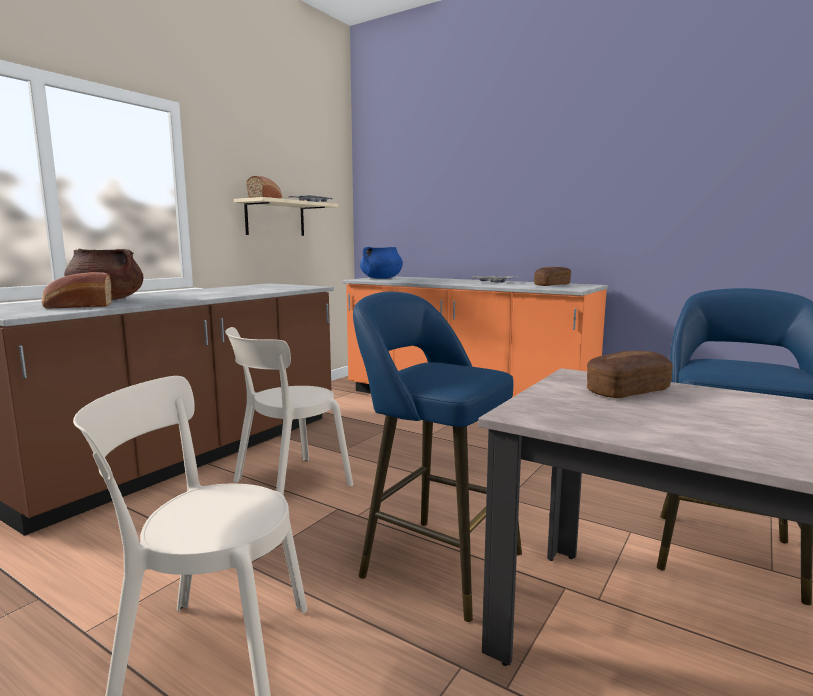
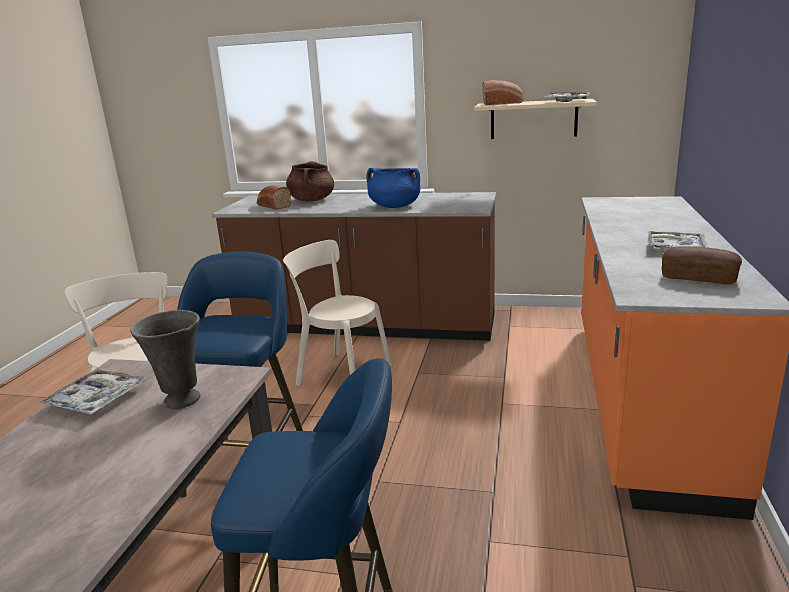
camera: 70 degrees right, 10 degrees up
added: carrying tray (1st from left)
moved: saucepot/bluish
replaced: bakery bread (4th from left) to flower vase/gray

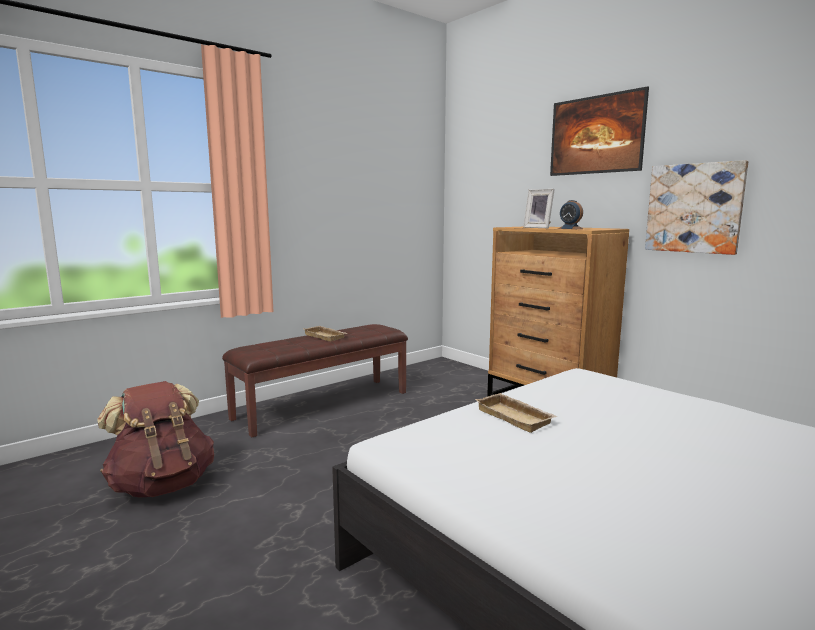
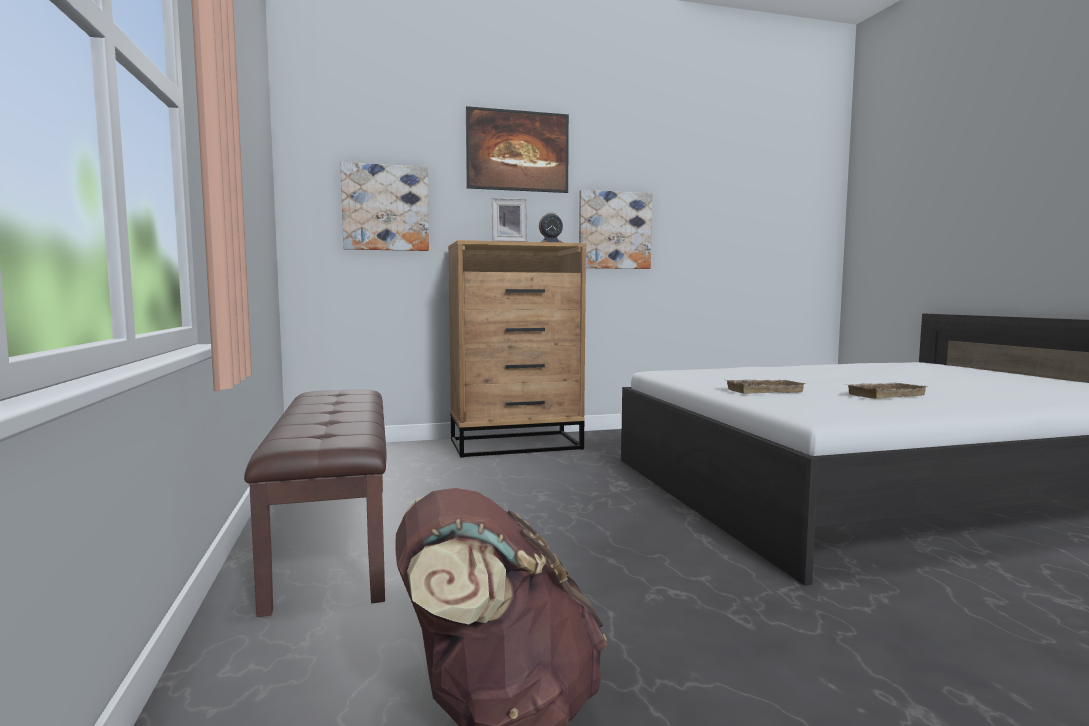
camera: 65 degrees left, 5 degrees down
added: picture (1st from left)
moved: carrying tray/sand-coloured (1st from left in the first image) to carrying tray/sand-coloured (2nd from left)

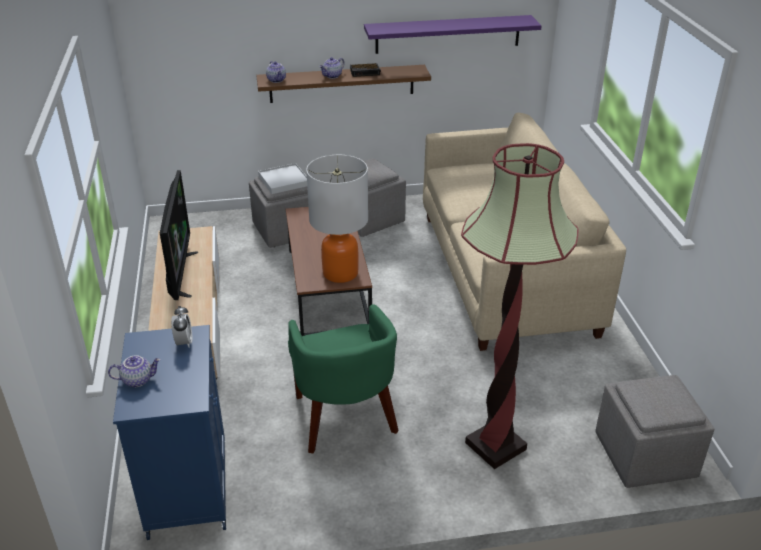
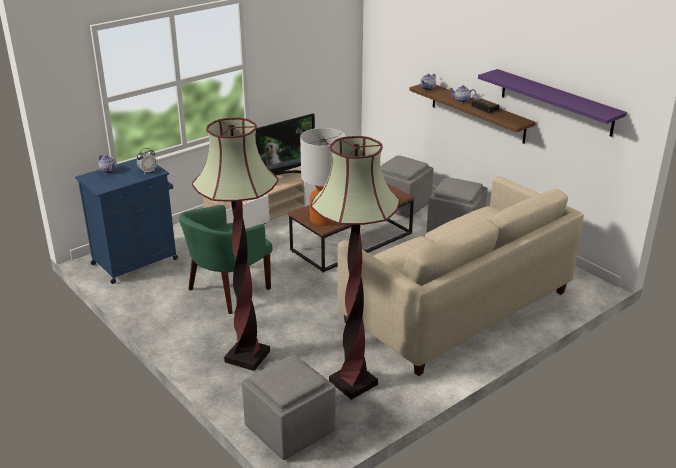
camera: 60 degrees right, 5 degrees down
removed: carrying tray/white
added: standing lamp (2nd from left)

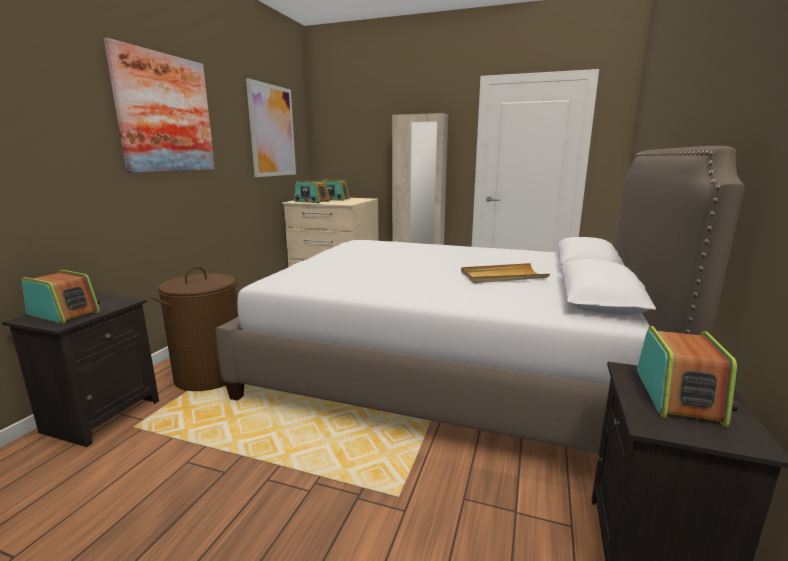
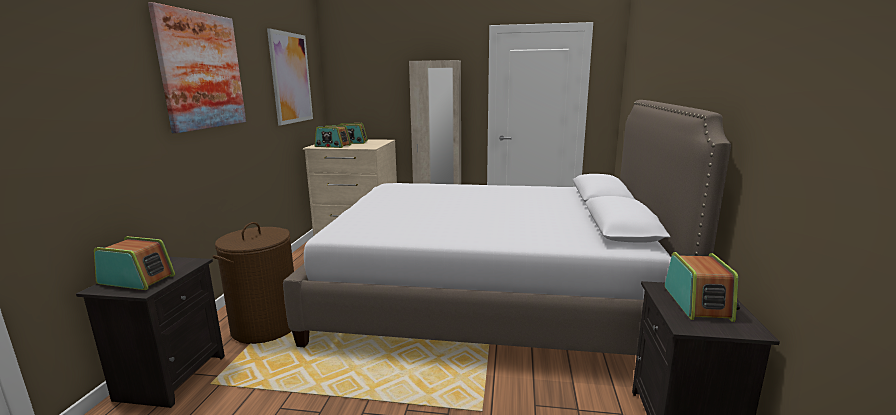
camera: 10 degrees left, 0 degrees up
removed: carrying tray/sand-coloured

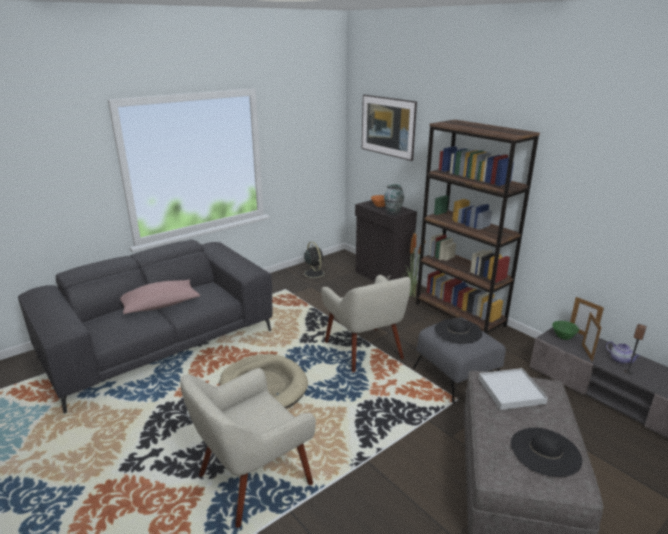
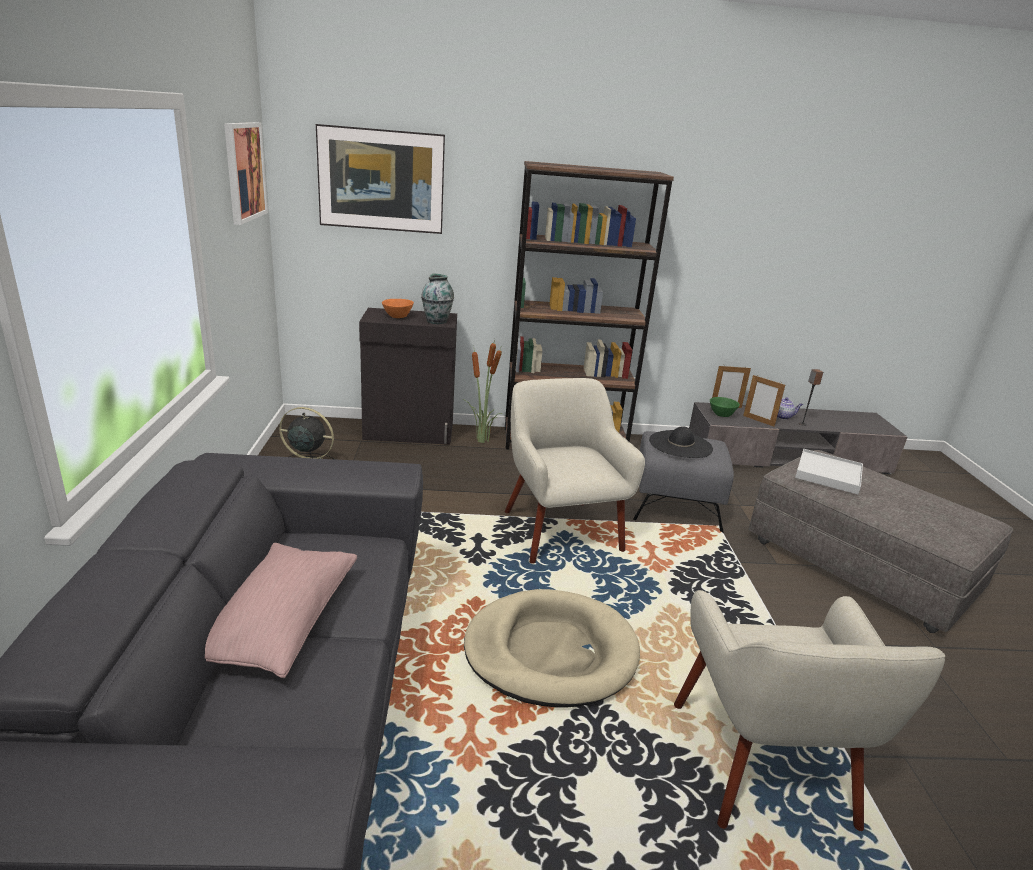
camera: 55 degrees left, 0 degrees up
removed: wearable hat/black (2nd from left)
added: picture (1st from left)
turned: armchair/sand-coloured (2nd from left in the first image) 120 degrees counterclockwise

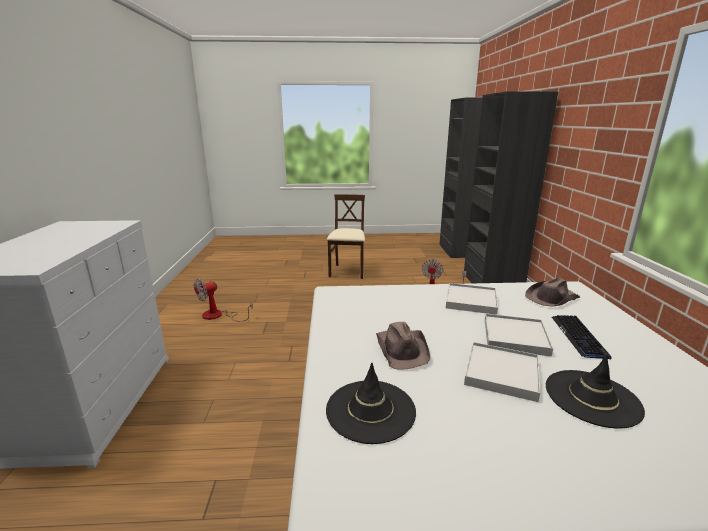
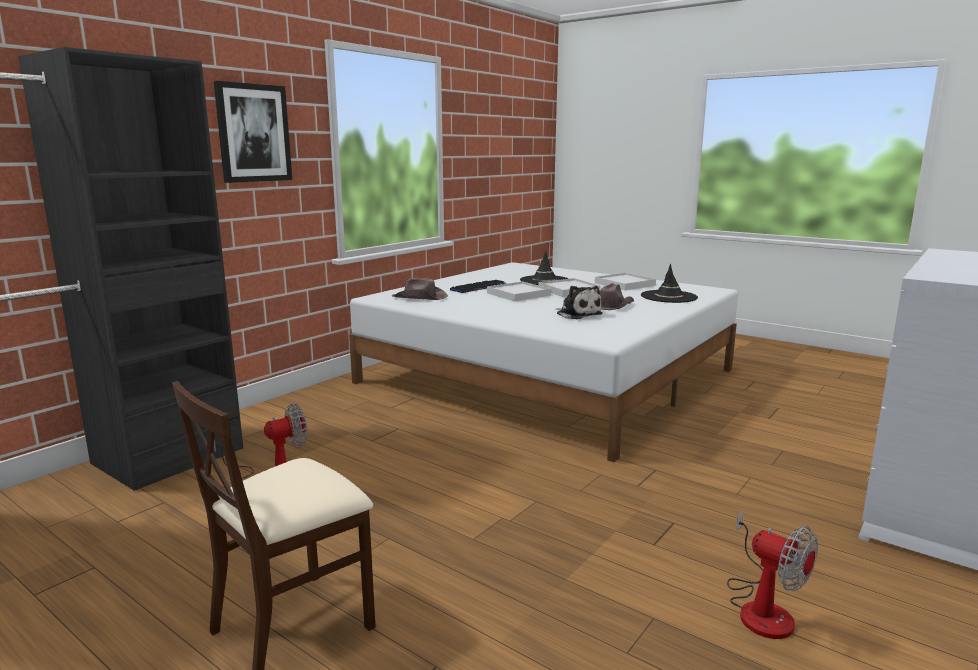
camera: 140 degrees left, 5 degrees down
added: picture; cuddly toy
moved: carrying tray/white (1st from left in the first image) to carrying tray/white (3rd from left)
turned: fan (1st from left in the first image) 45 degrees clockwise

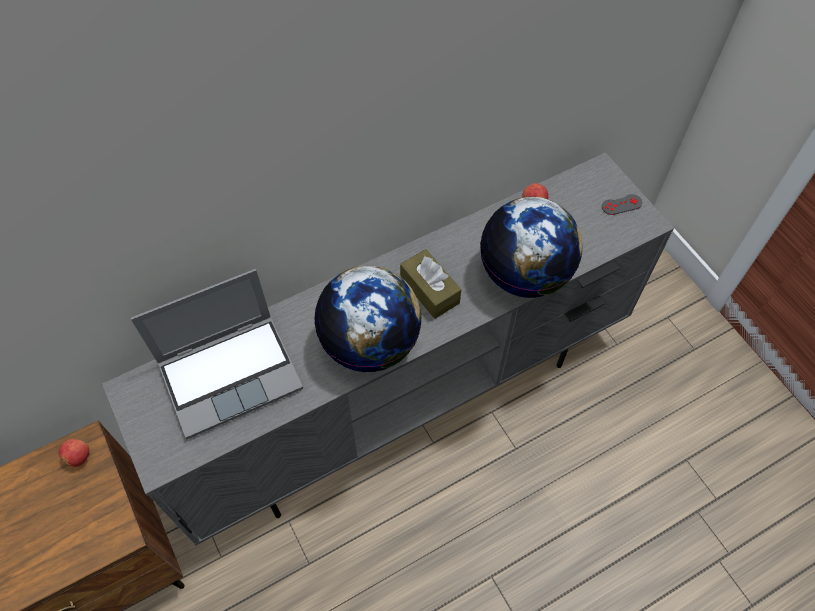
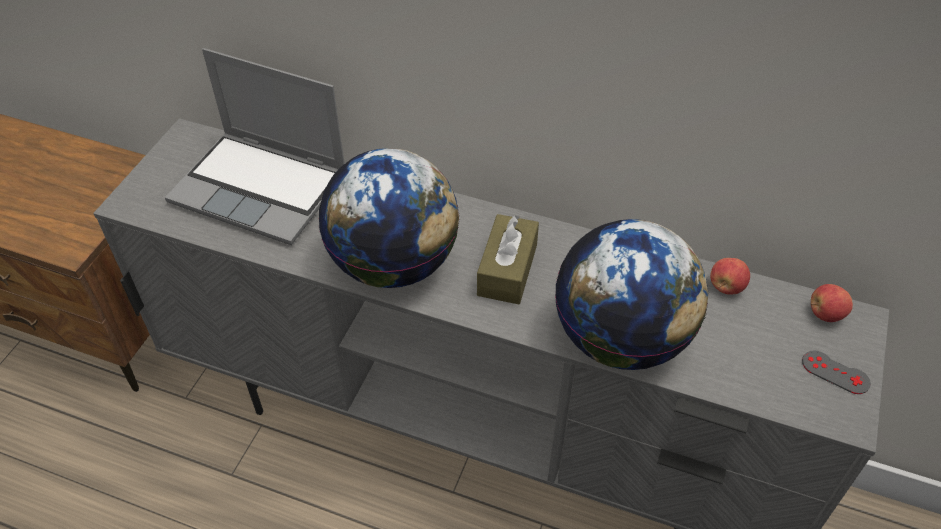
camera: 50 degrees right, 10 degrees down
moved: whole apple (1st from left in the first image) to whole apple (2nd from left)

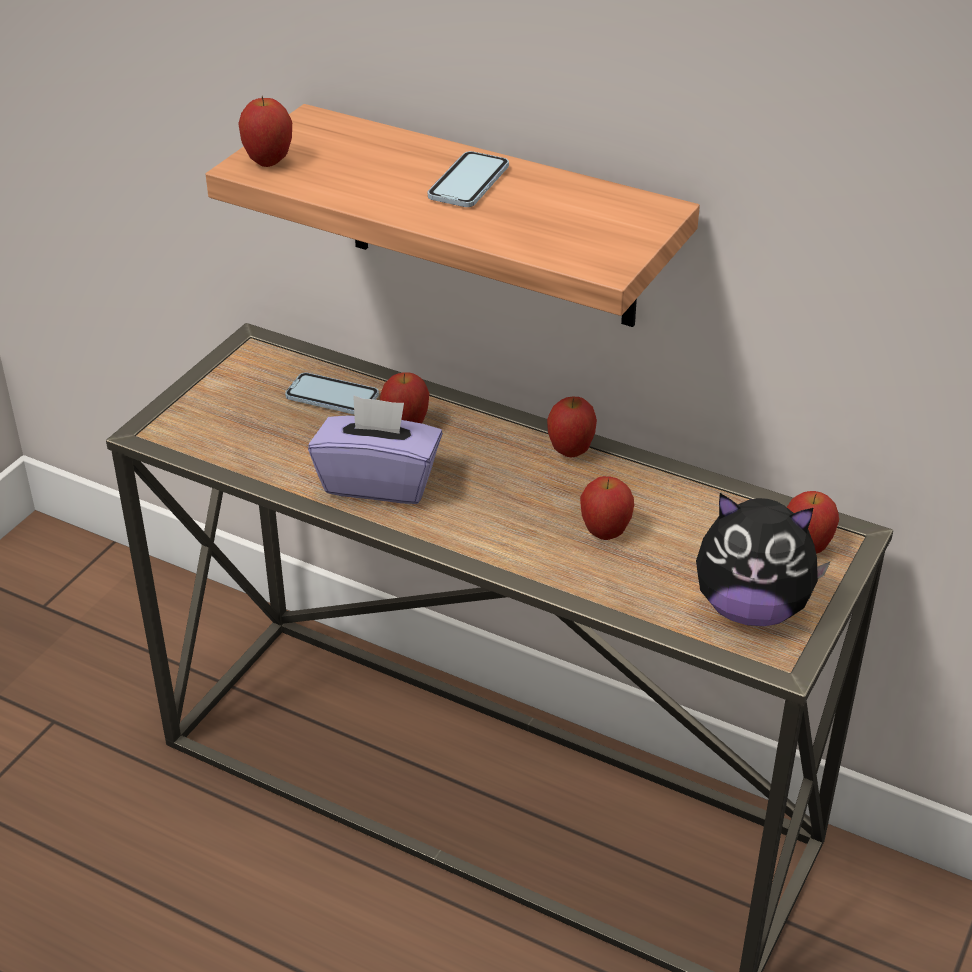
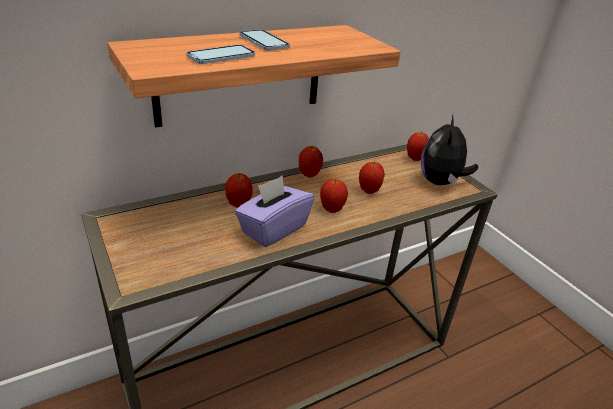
camera: 60 degrees left, 5 degrees down
moved: whole apple (1st from left in the first image) to whole apple (3rd from left); handset (1st from left)
turned: cuddly toy 150 degrees clockwise

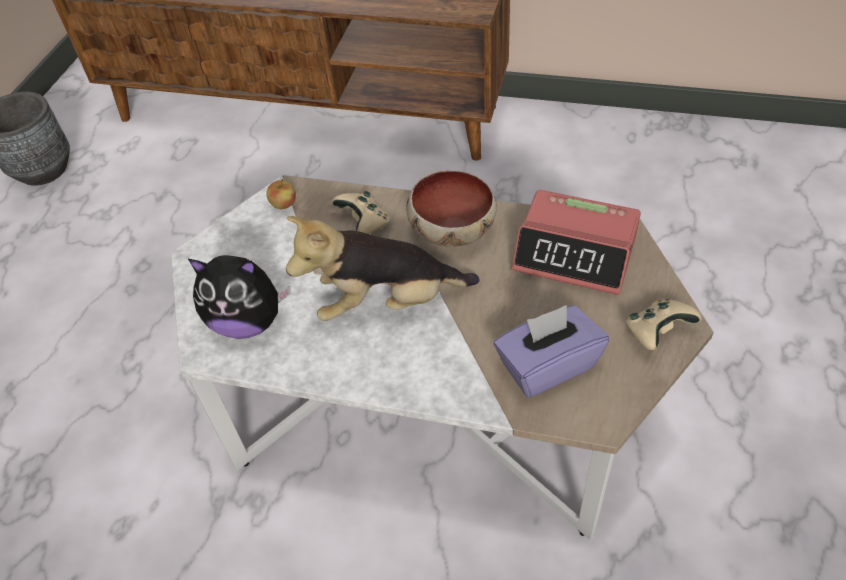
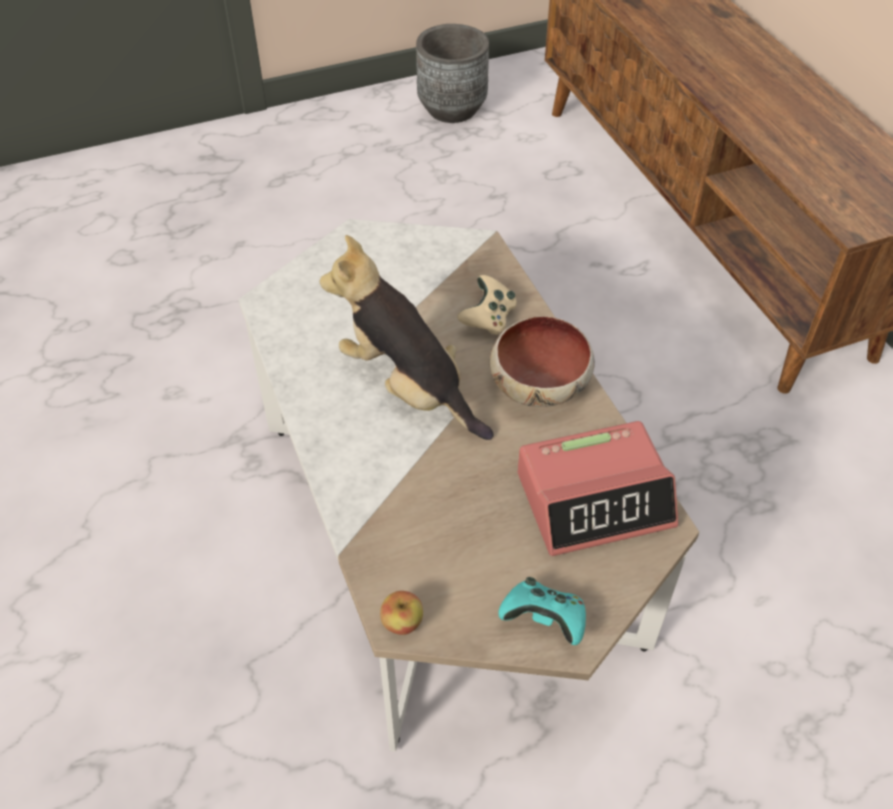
camera: 50 degrees right, 0 degrees up
removed: cuddly toy (1st from left); box of tissues/purplish
moved: whole apple
recoloured: gamepad/sand-coloured (2nd from left) to gamepad/turquoise-coloured
turned: table clock 90 degrees counterclockwise

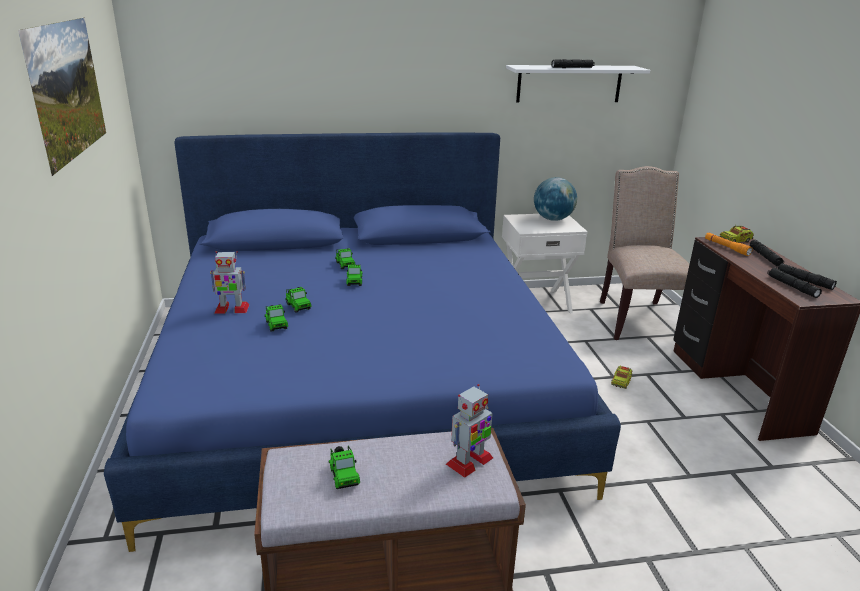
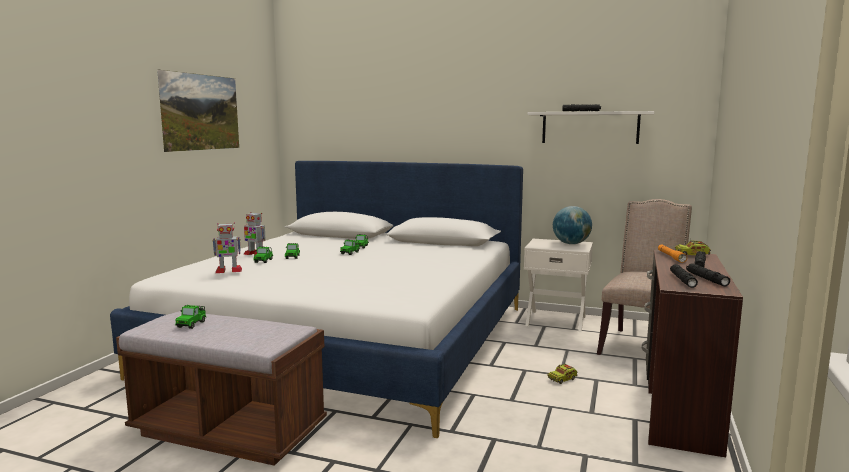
camera: 30 degrees right, 15 degrees down
moved: toy robot (2nd from left in the first image) to toy robot (1st from left)
recoloured: bed/bluish to bed/white

